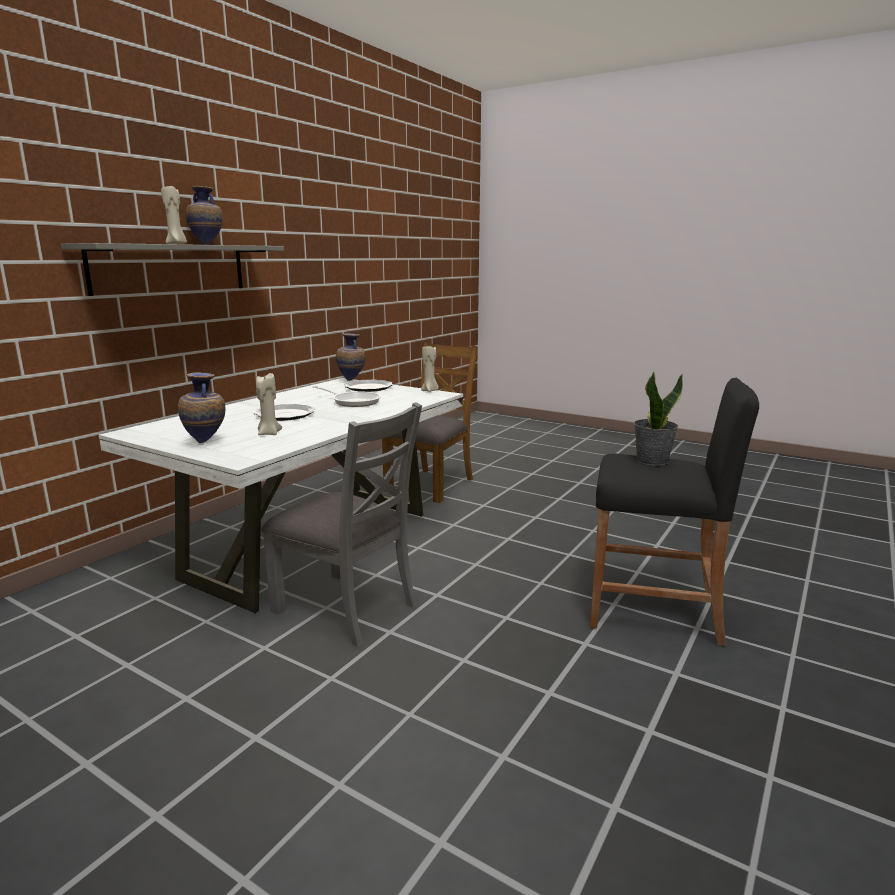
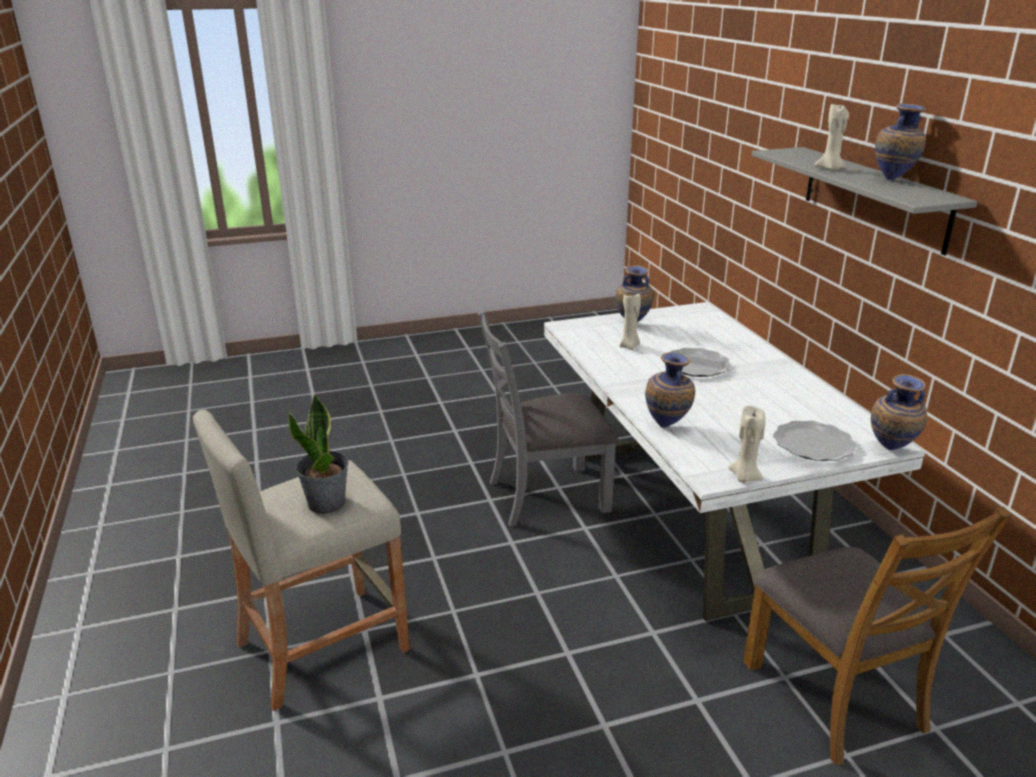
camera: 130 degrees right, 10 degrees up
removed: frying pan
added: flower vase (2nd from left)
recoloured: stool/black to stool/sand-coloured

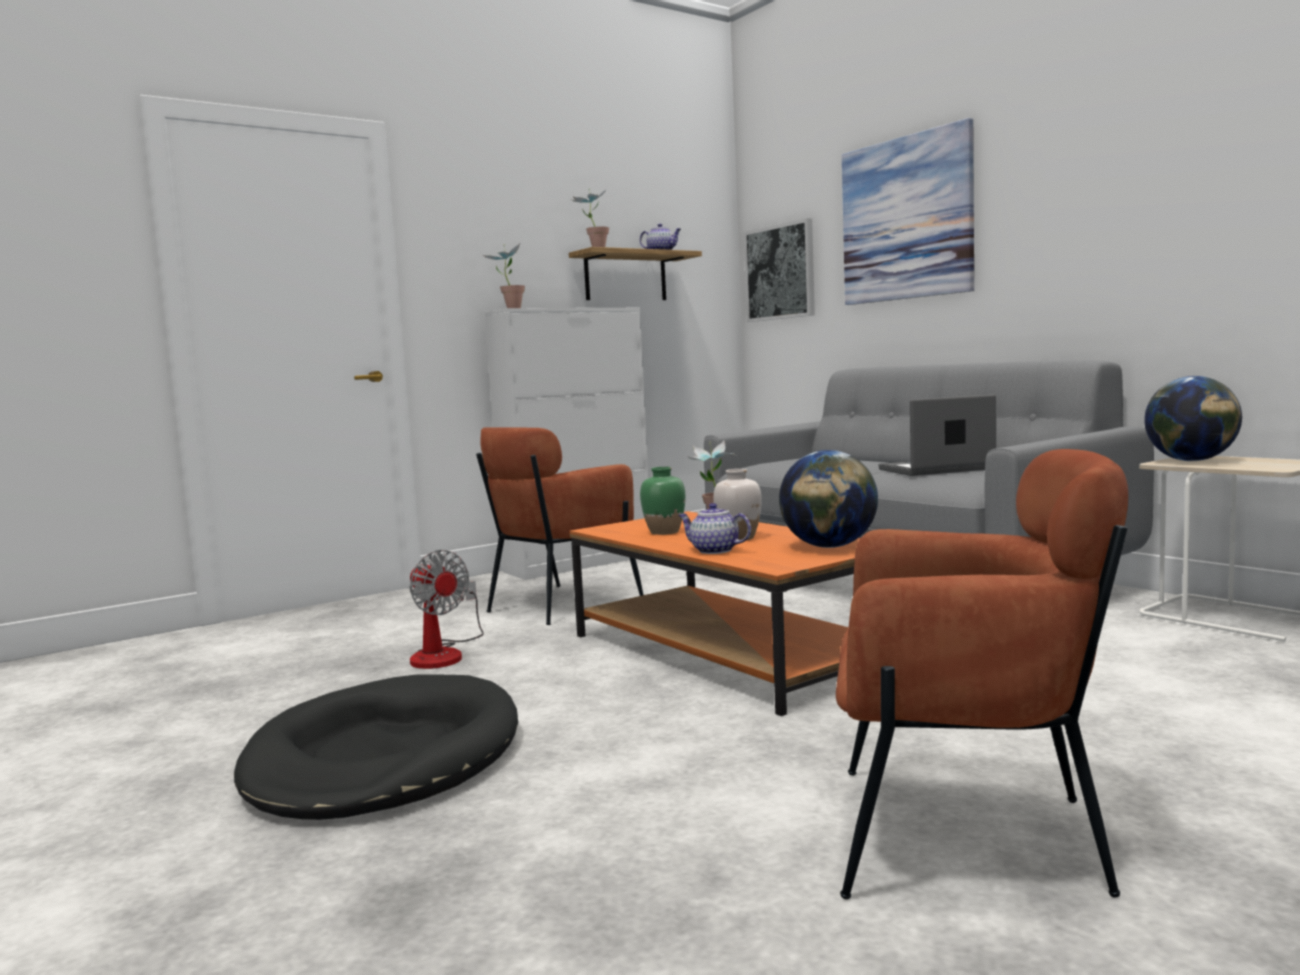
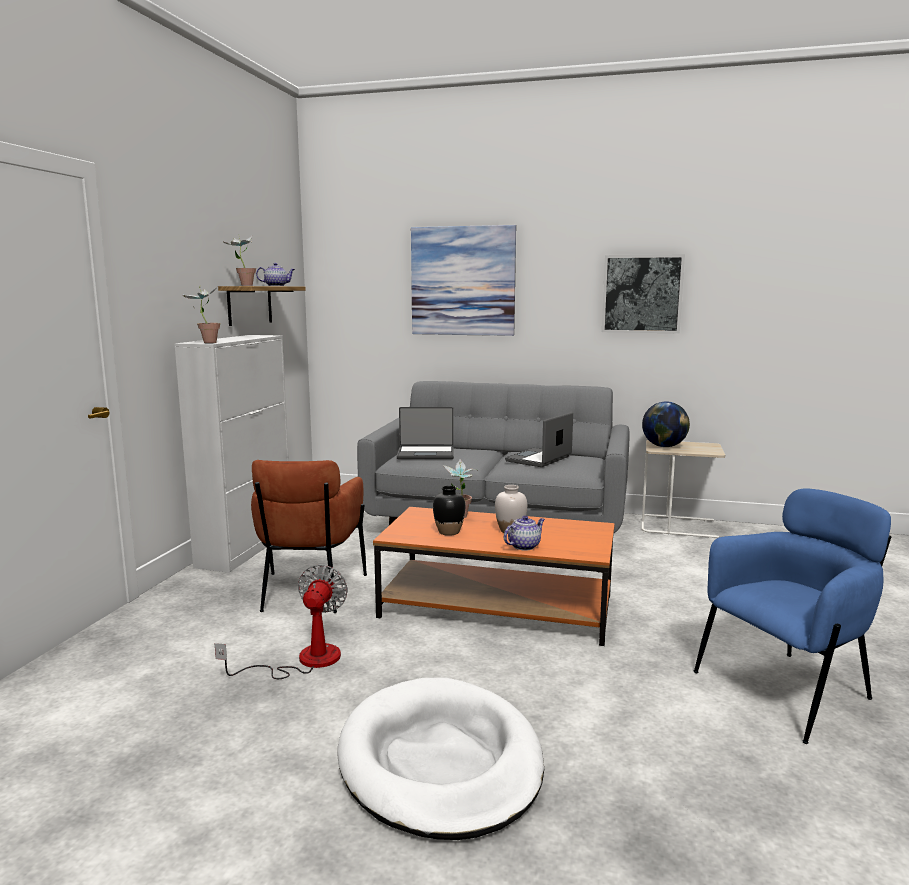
camera: 40 degrees left, 5 degrees up
removed: globe (1st from left)
added: portable computer (1st from left)
moved: picture (1st from left in the first image) to picture (2nd from left)
recoloured: dog cushion/black to dog cushion/white; flower vase/green to flower vase/black; armchair/brown (2nd from left) to armchair/bluish
turned: fan 90 degrees counterclockwise; teapot (2nd from left) 150 degrees clockwise

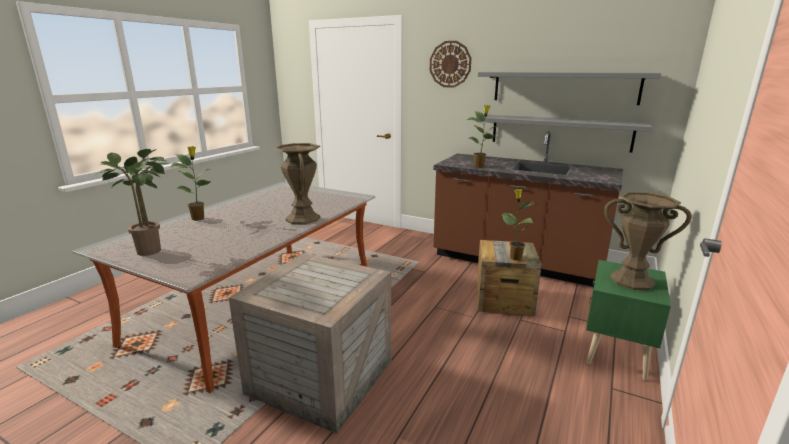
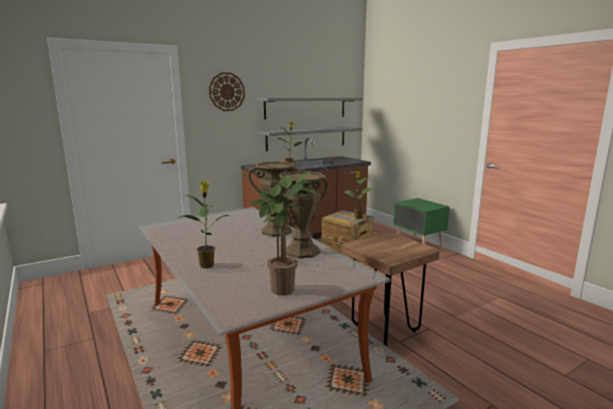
camera: 60 degrees left, 5 degrees down
moved: flower vase/brown (2nd from left)
replaced: shipping crate (1st from left) to stool/brown

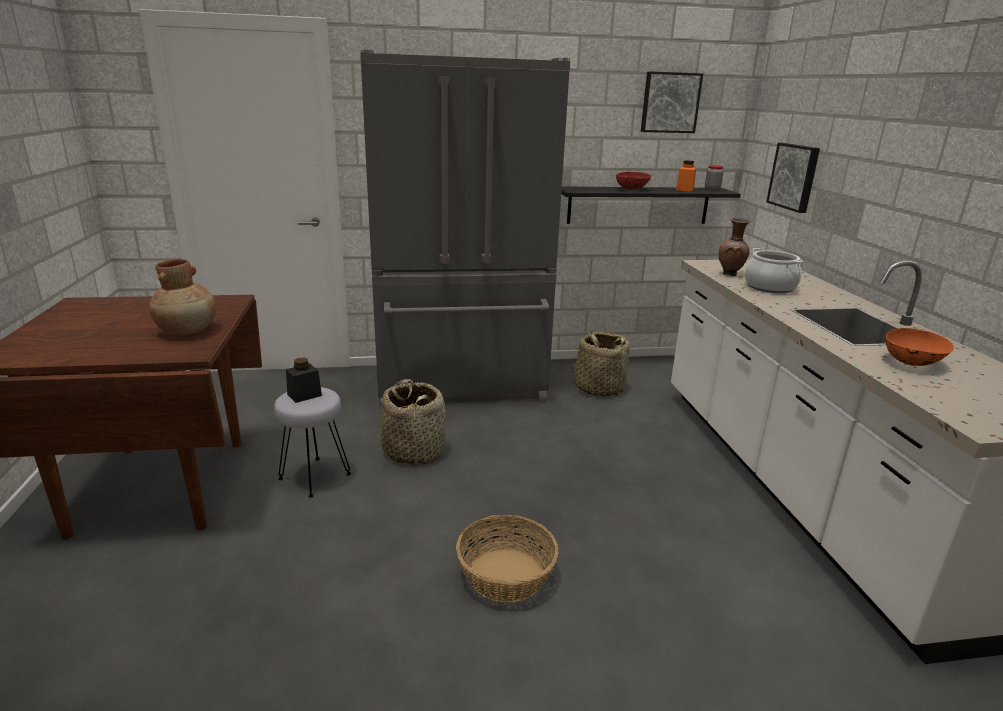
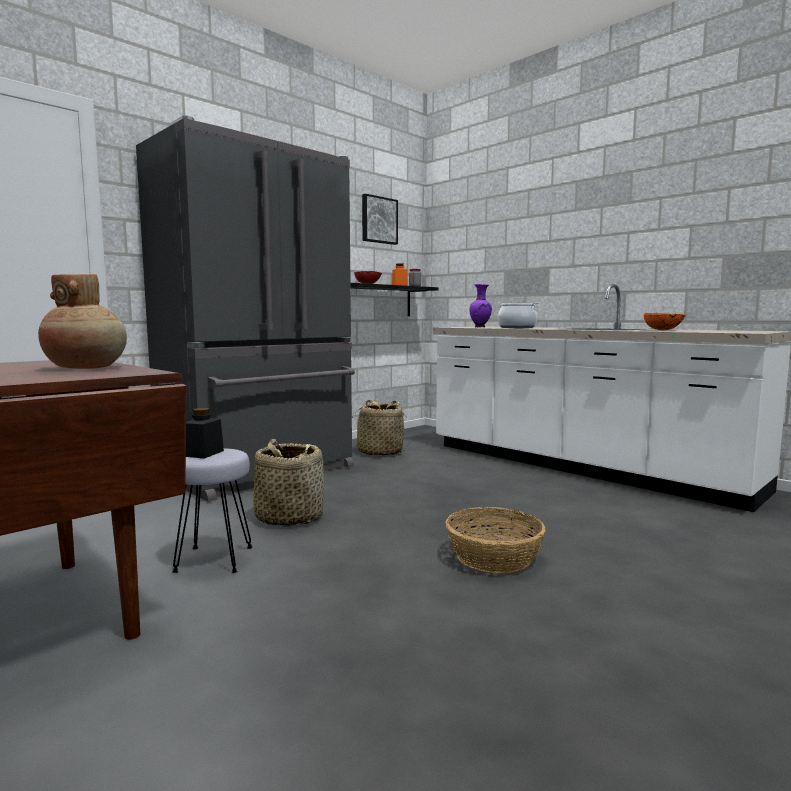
camera: 35 degrees left, 15 degrees down
removed: picture (2nd from left)
recoloured: flower vase/brown (2nd from left) to flower vase/purplish

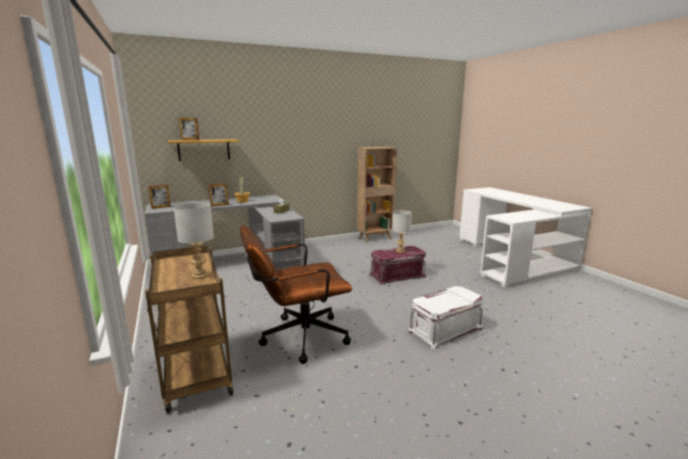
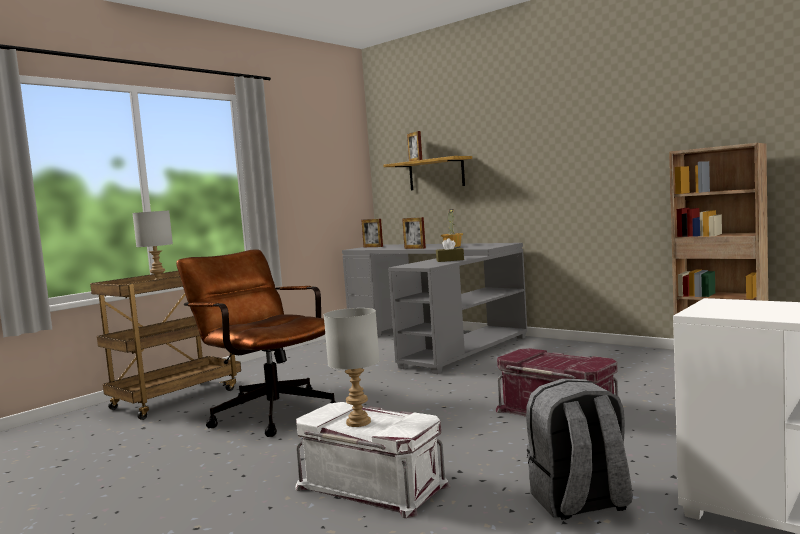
camera: 65 degrees right, 10 degrees down
added: rucksack/gray
moved: table lamp/gray (2nd from left)

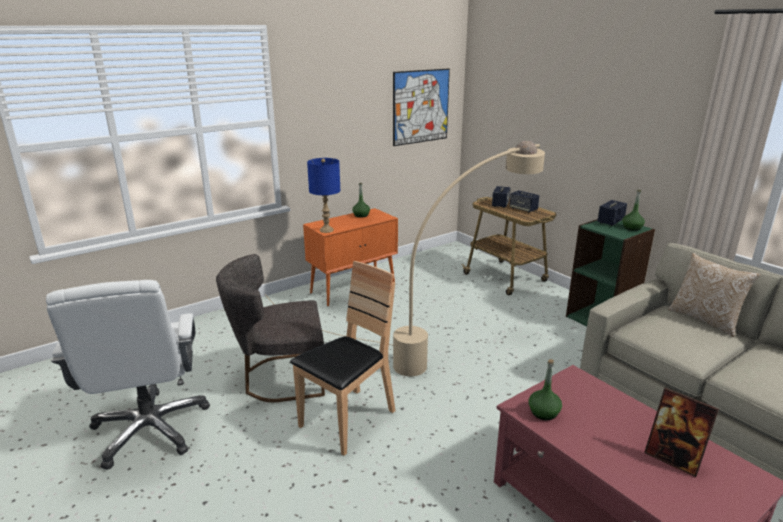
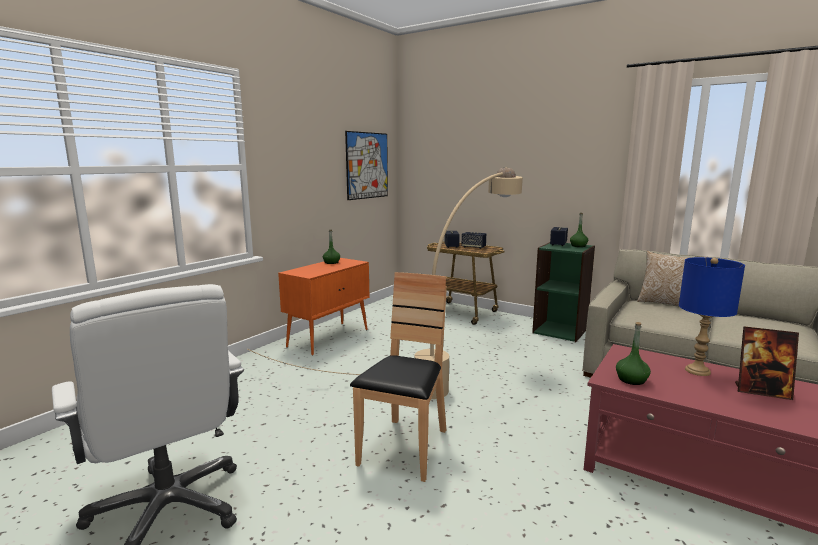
camera: 20 degrees left, 10 degrees down
removed: chair/gray
moved: table lamp/bluish

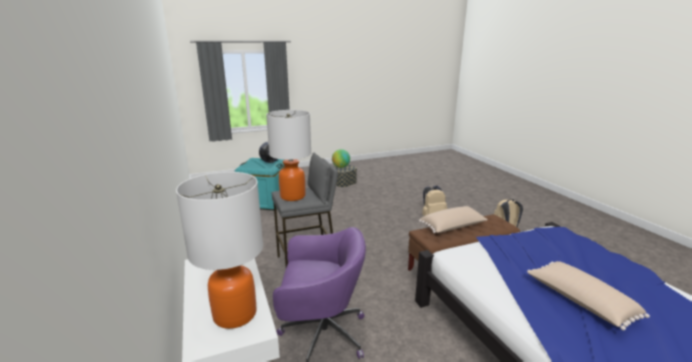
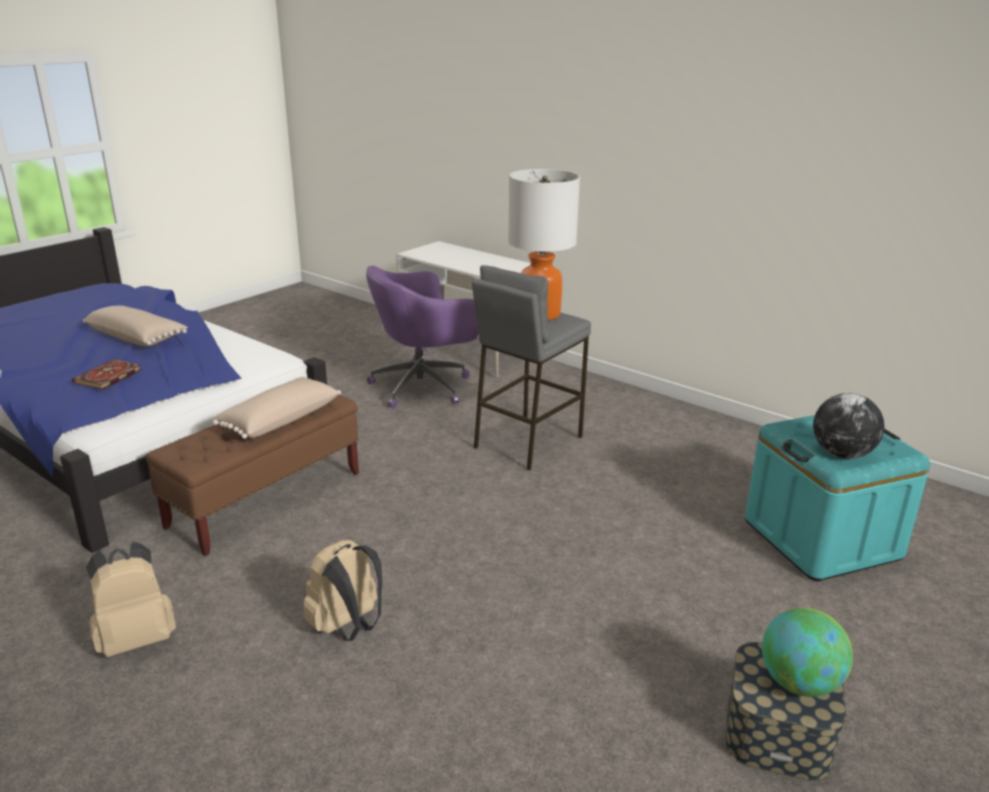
camera: 150 degrees right, 5 degrees up
removed: table lamp (1st from left)
added: volume

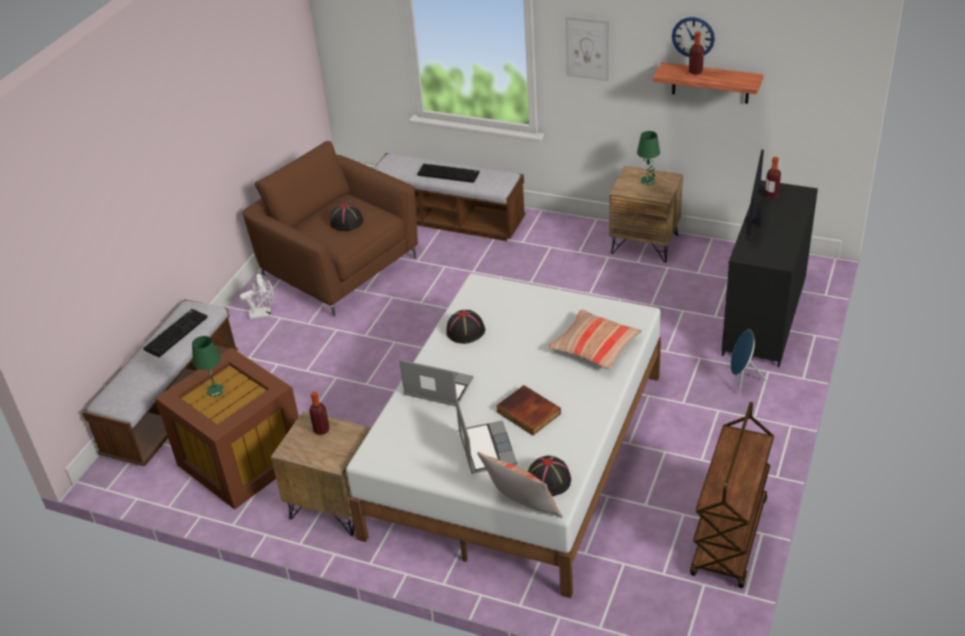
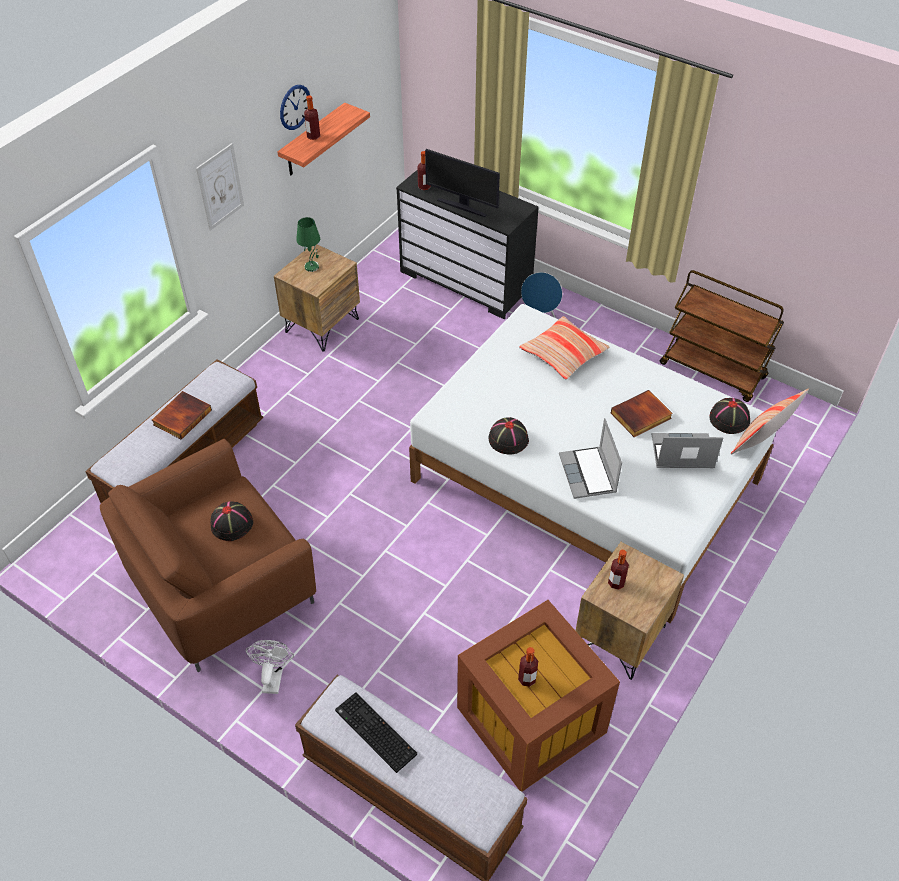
camera: 80 degrees left, 10 degrees up
replaced: table lamp/green (1st from left) to bottle (3rd from left); computer keyboard (2nd from left) to volume (1st from left)
turned: portable computer (1st from left) 45 degrees counterclockwise

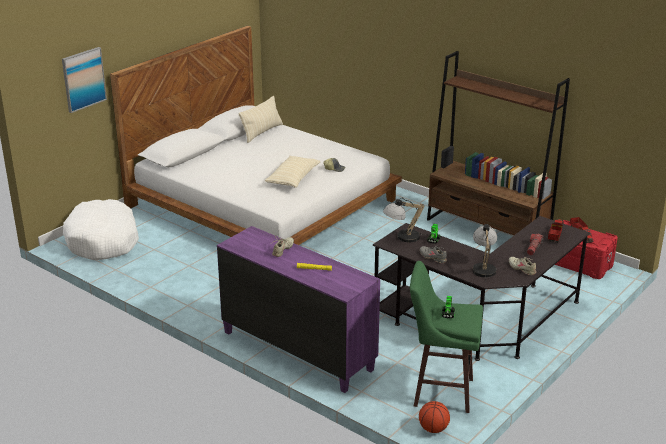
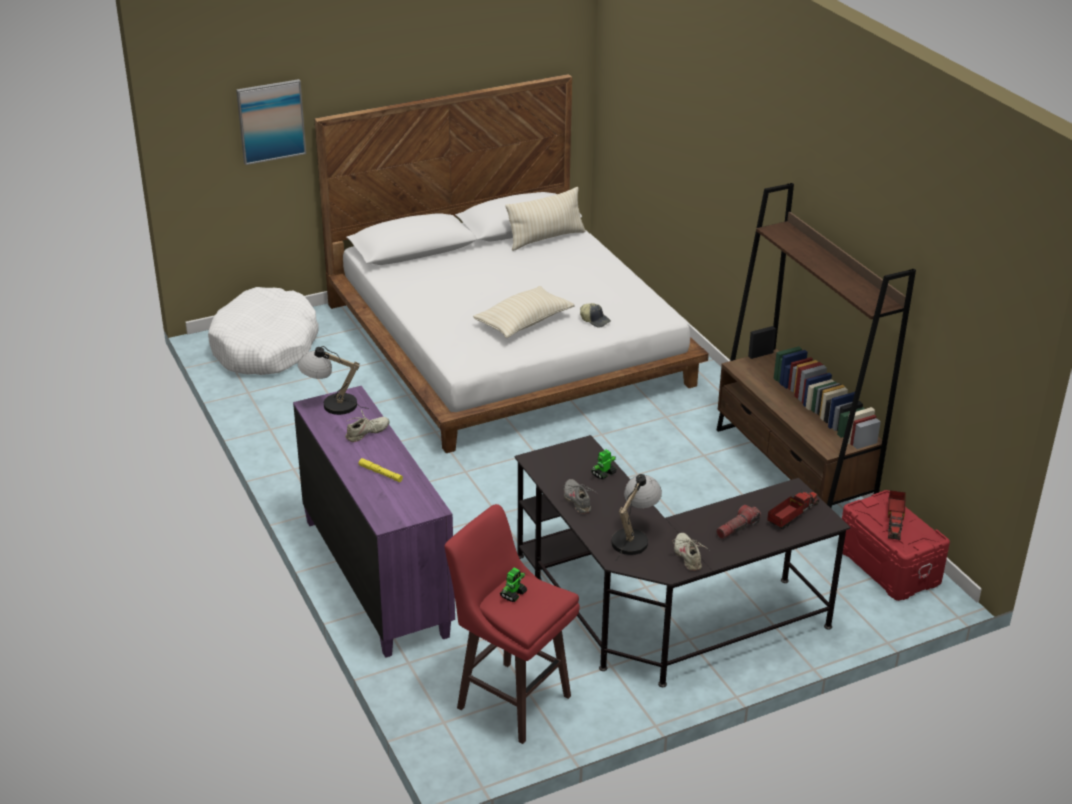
camera: 25 degrees right, 5 degrees up
removed: basketball
moved: table lamp (1st from left)
recoloured: stool/green to stool/red-coloured

